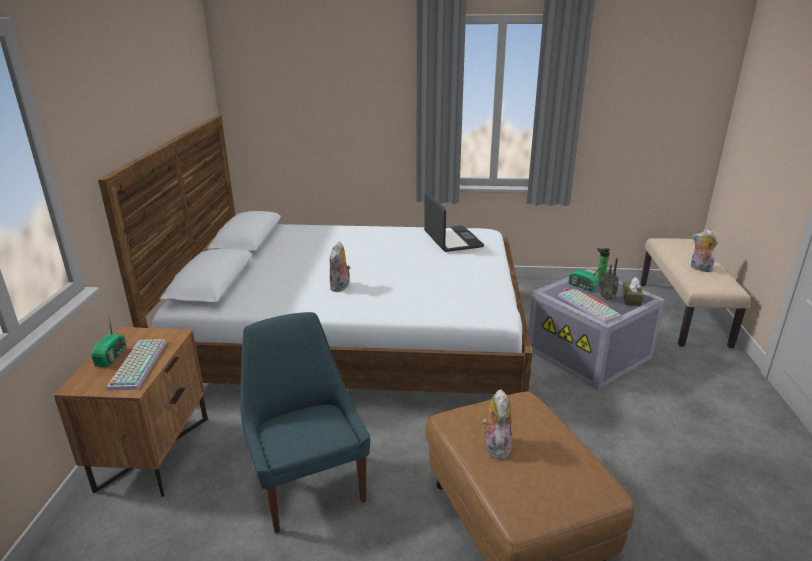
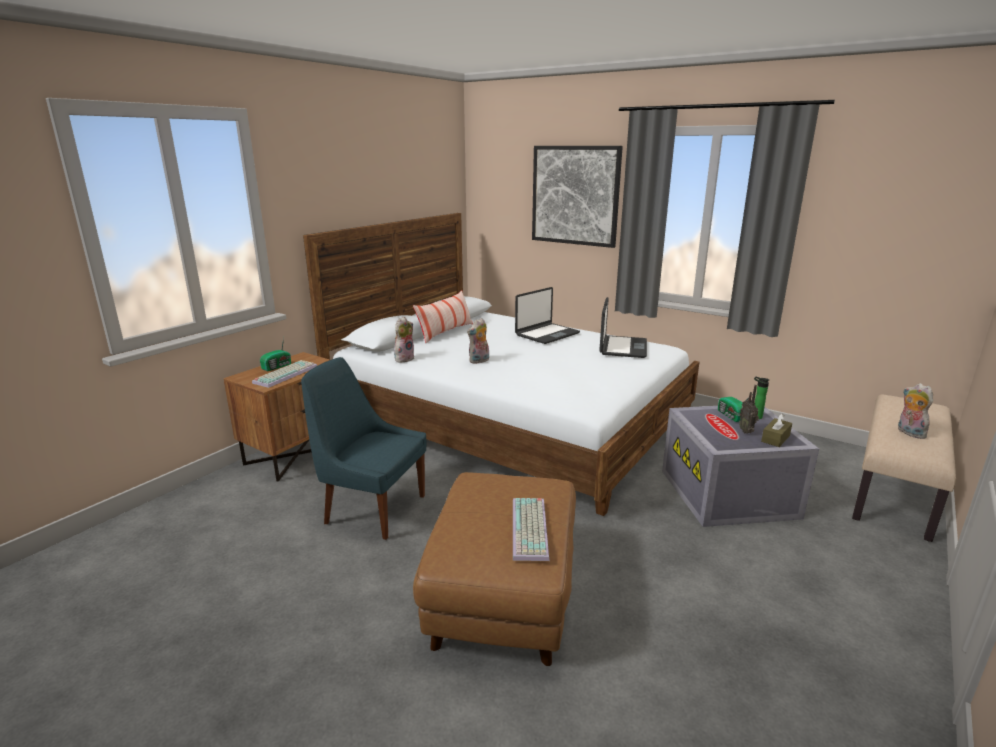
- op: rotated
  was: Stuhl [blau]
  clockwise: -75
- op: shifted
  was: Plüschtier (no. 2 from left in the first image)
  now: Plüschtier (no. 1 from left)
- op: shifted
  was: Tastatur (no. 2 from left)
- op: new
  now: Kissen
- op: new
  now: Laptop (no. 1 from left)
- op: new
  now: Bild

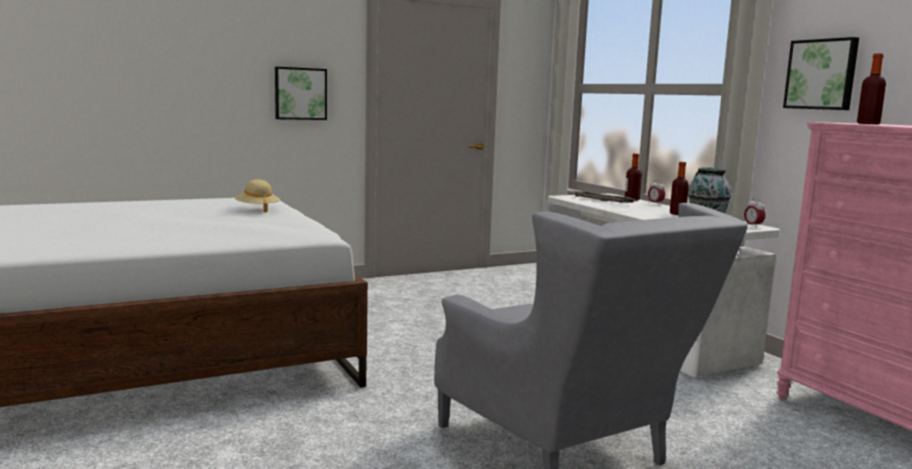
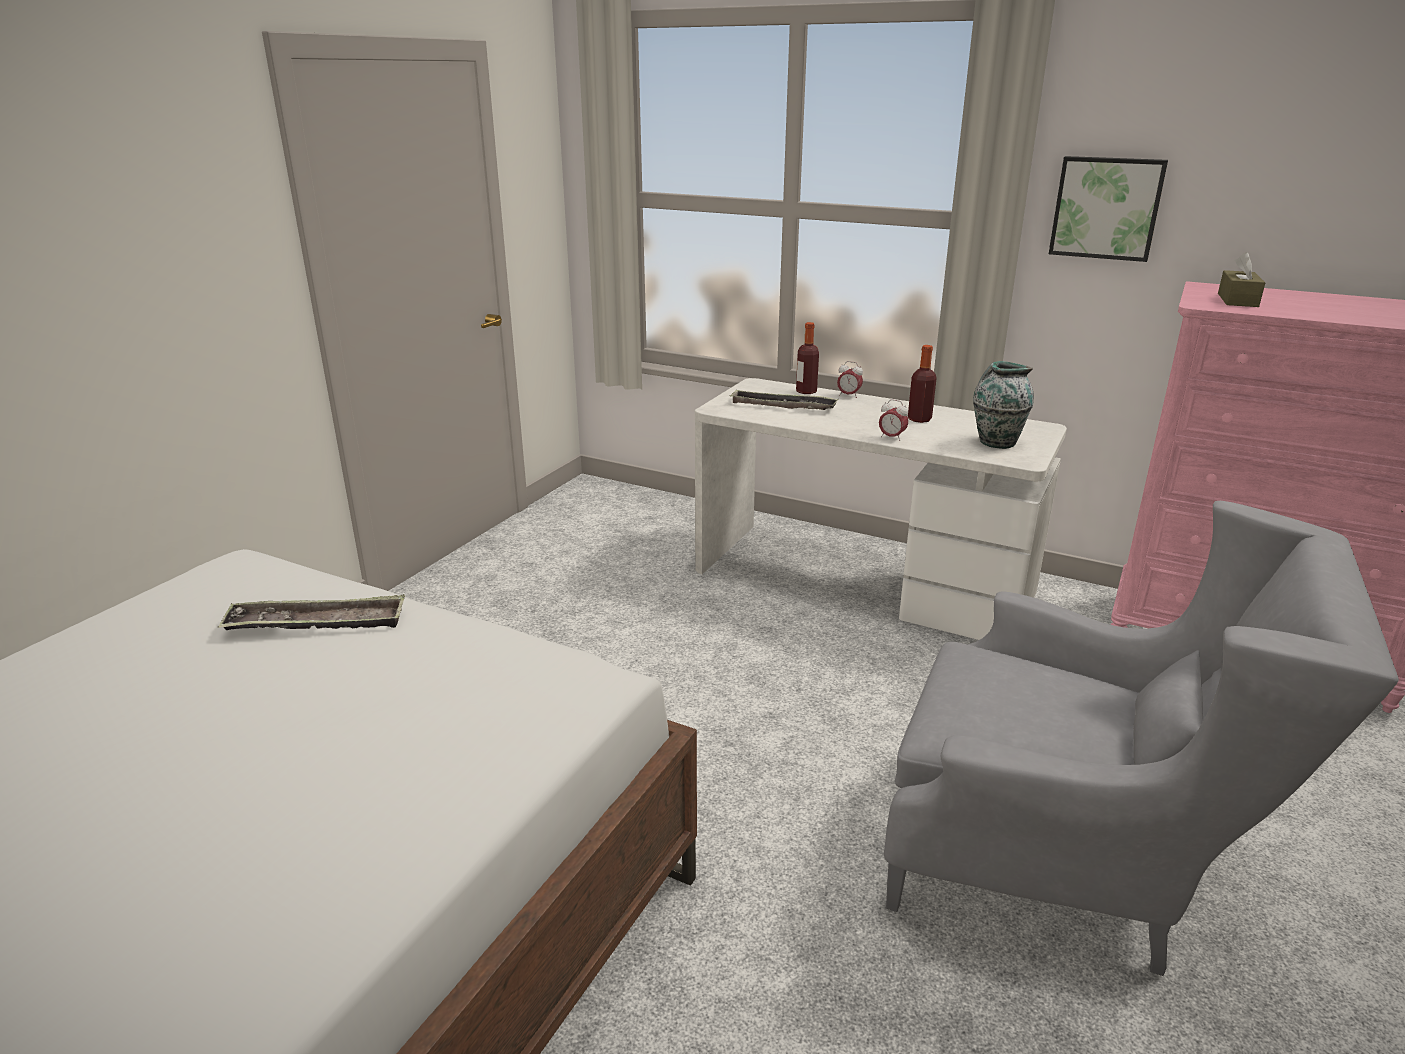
- op: swapped
  was: Hut [beige]
  now: Tablett (no. 1 from left)
- op: gone
  was: Bild (no. 1 from left)
- op: shifted
  was: Wecker (no. 2 from left)
- op: swapped
  was: Flasche (no. 3 from left)
  now: Taschentuchbox [braun]

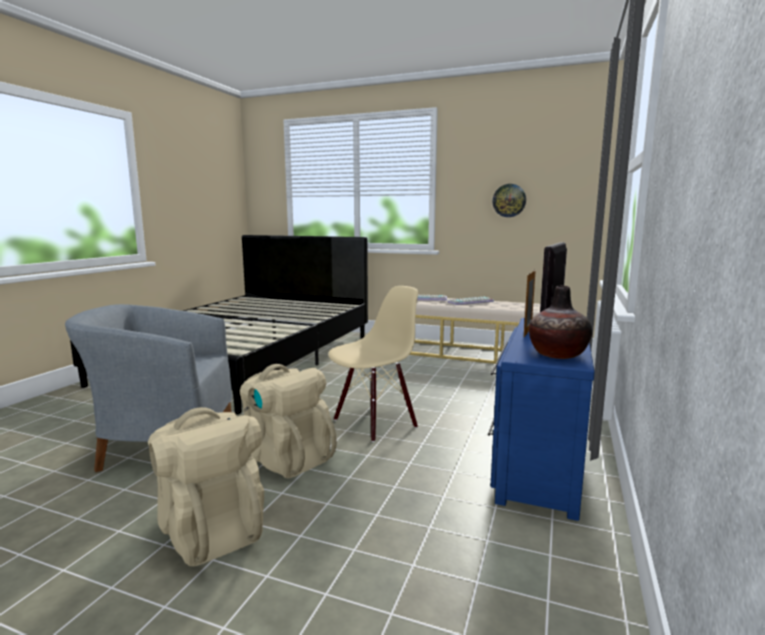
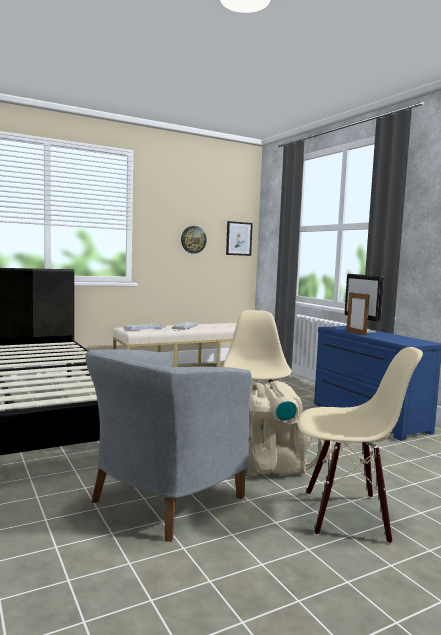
- op: swapped
  was: Rucksack [beige] (no. 1 from left)
  now: Stuhl [beige] (no. 2 from left)
- op: gone
  was: Vase
- op: new
  now: Bild

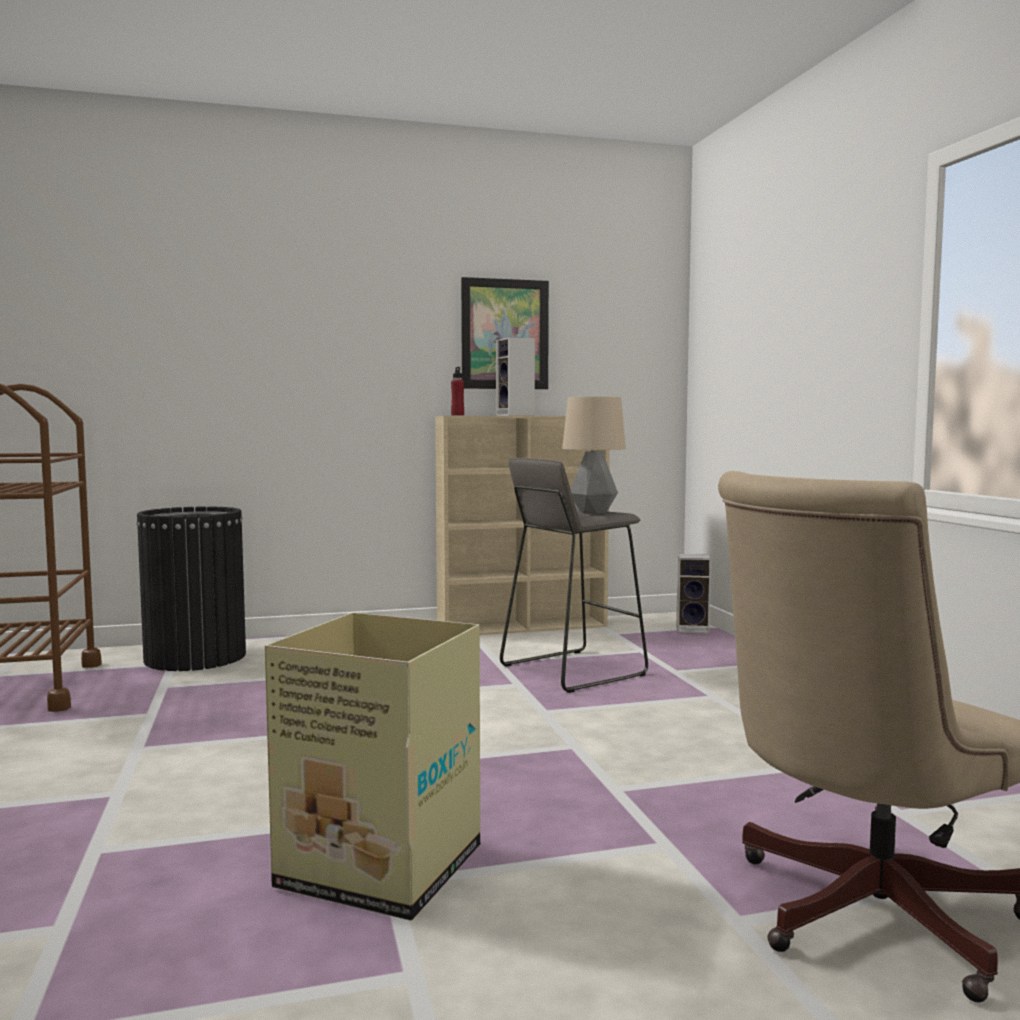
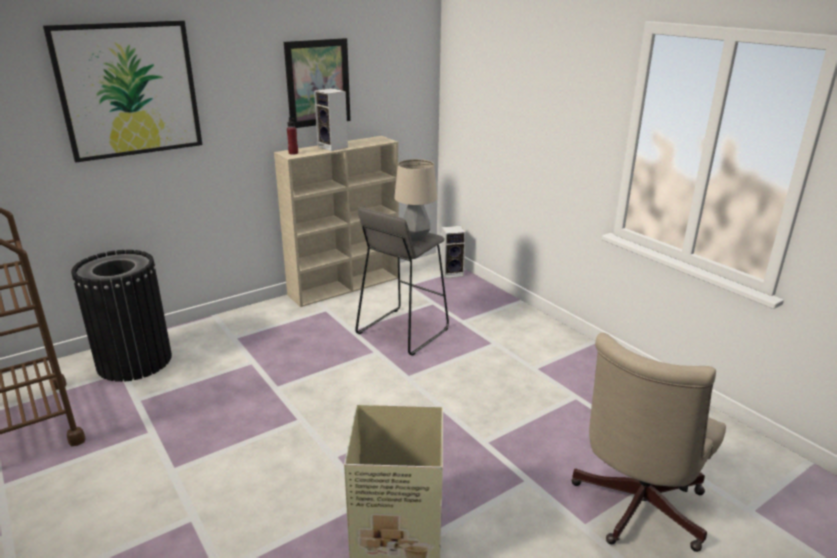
- op: new
  now: Bild (no. 1 from left)

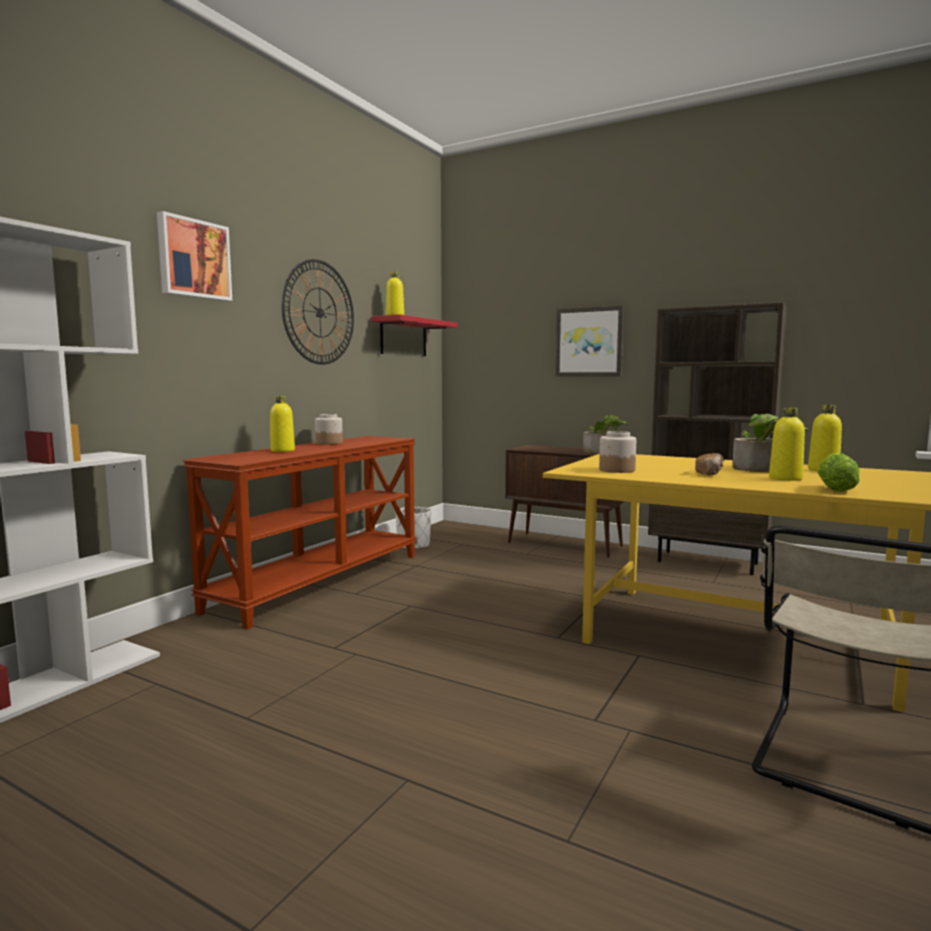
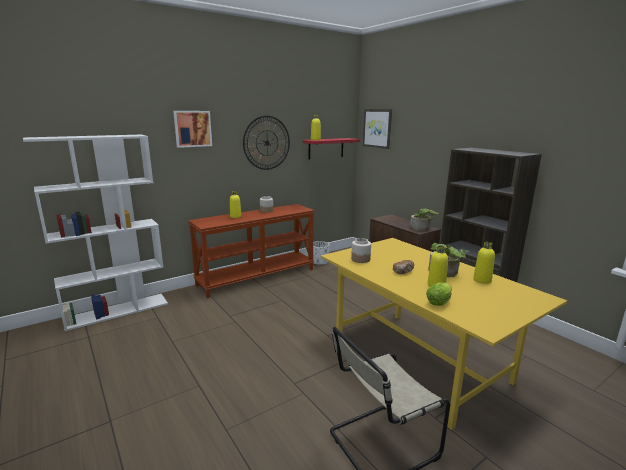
- op: shifted
  was: Bild (no. 2 from left)

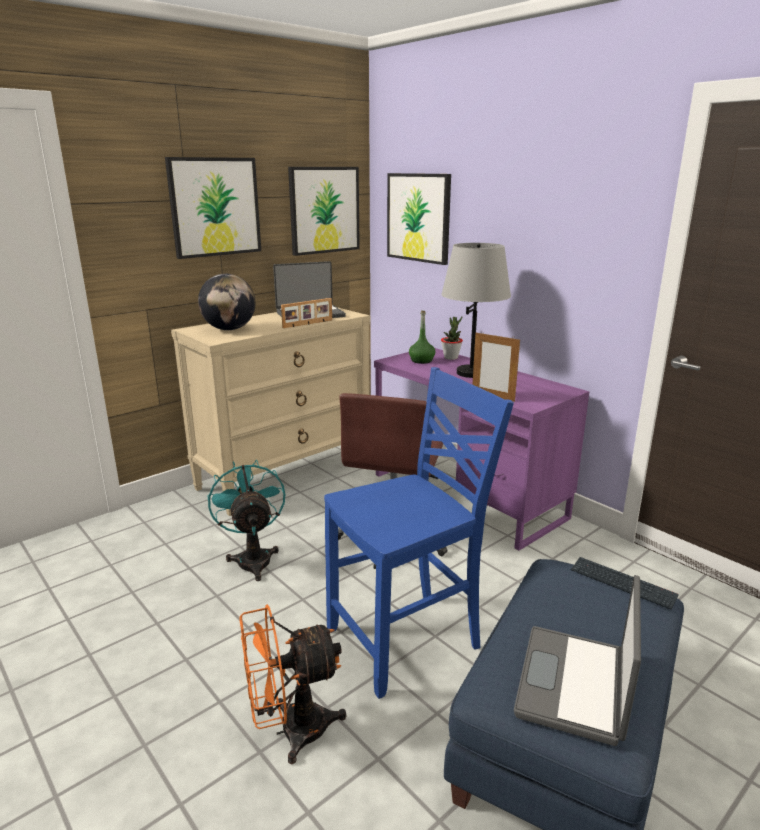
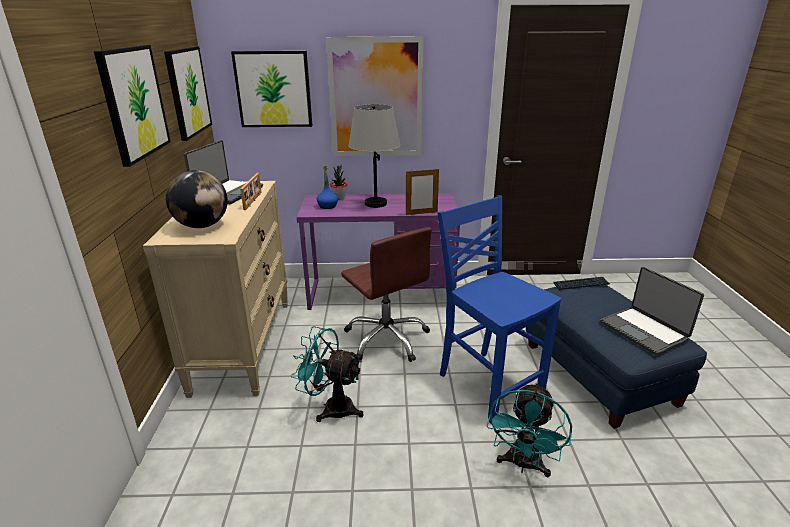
- op: repainted
  was: Ventilator [orange]
  now: Ventilator [türkis] (no. 2 from left)
- op: rotated
  was: Stuhl [blau]
  clockwise: -45
- op: repainted
  was: Flasche [grün]
  now: Flasche [blau]
- op: new
  now: Bild (no. 4 from left)

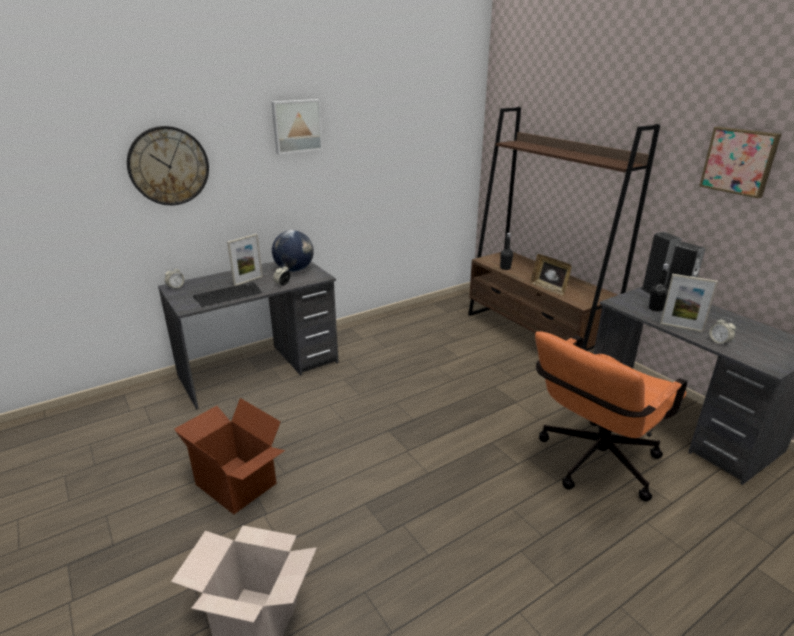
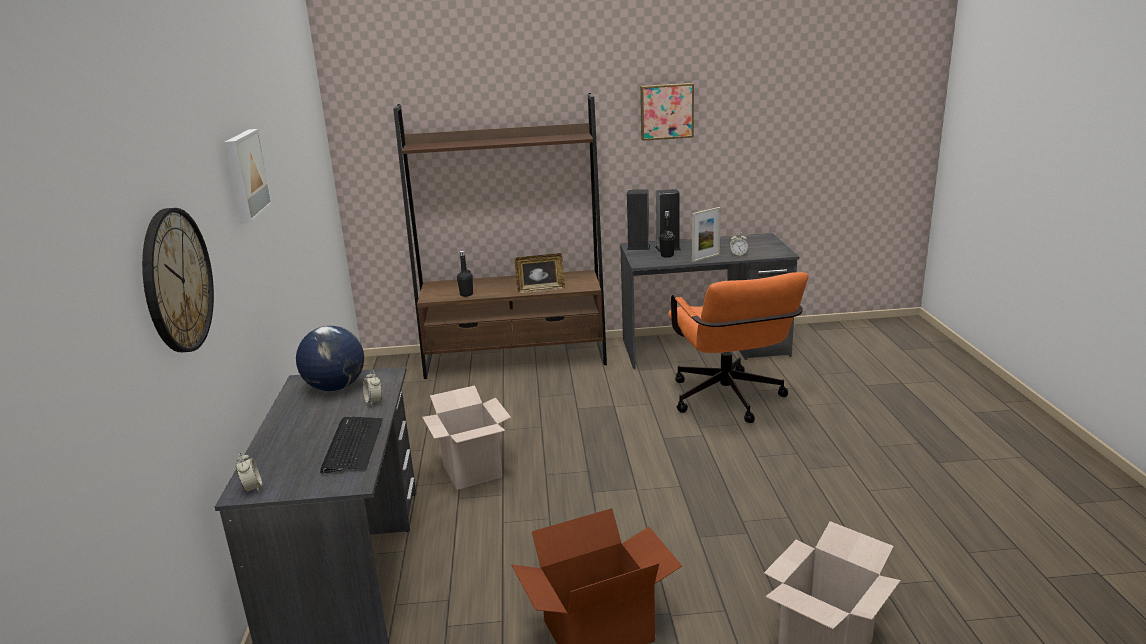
- op: gone
  was: Bilderrahmen (no. 1 from left)
- op: new
  now: Karton (no. 1 from left)

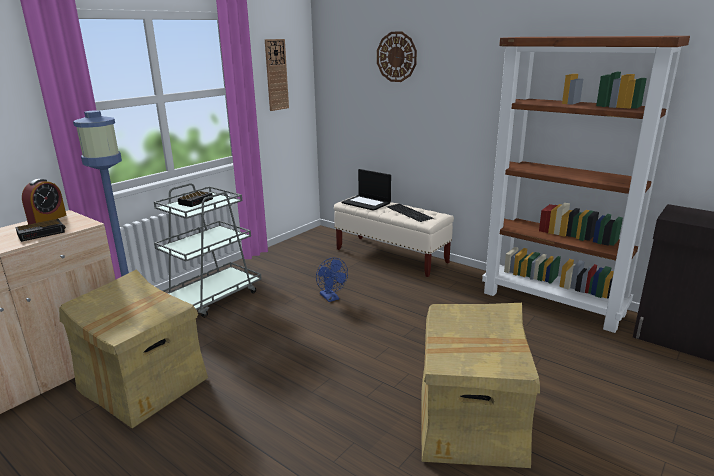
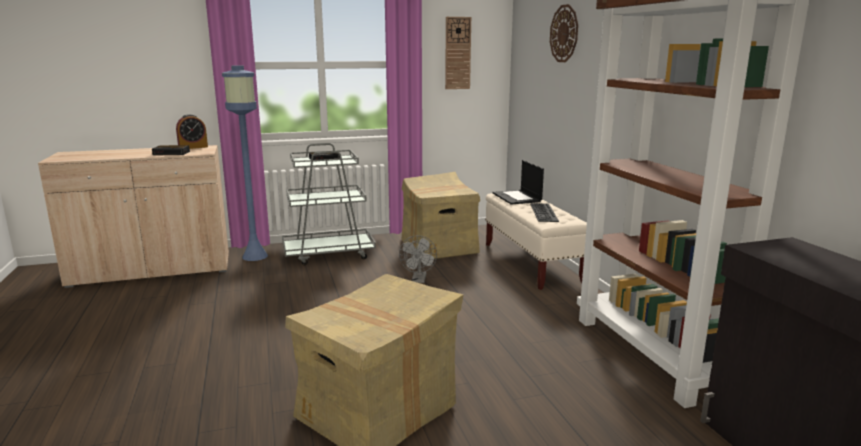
- op: shifted
  was: Karton (no. 1 from left in the first image)
  now: Karton (no. 2 from left)
- op: repainted
  was: Ventilator [blau]
  now: Ventilator [grau]

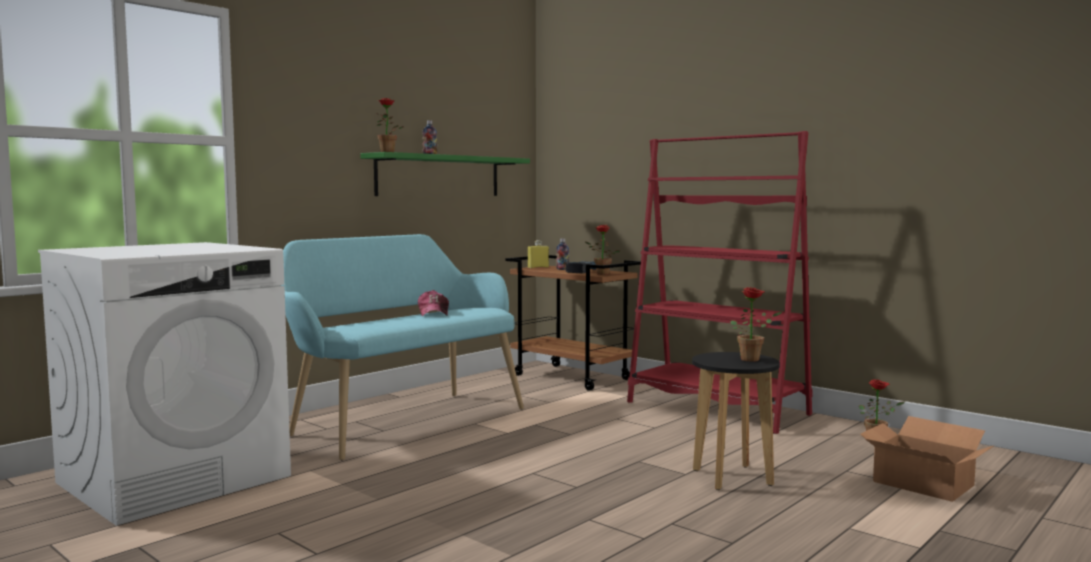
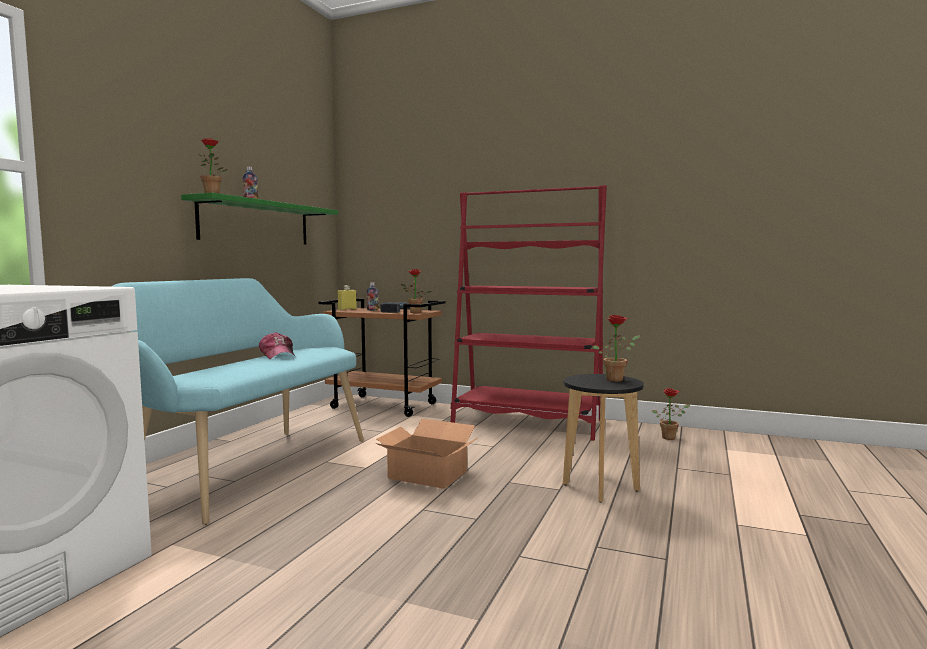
- op: shifted
  was: Karton

